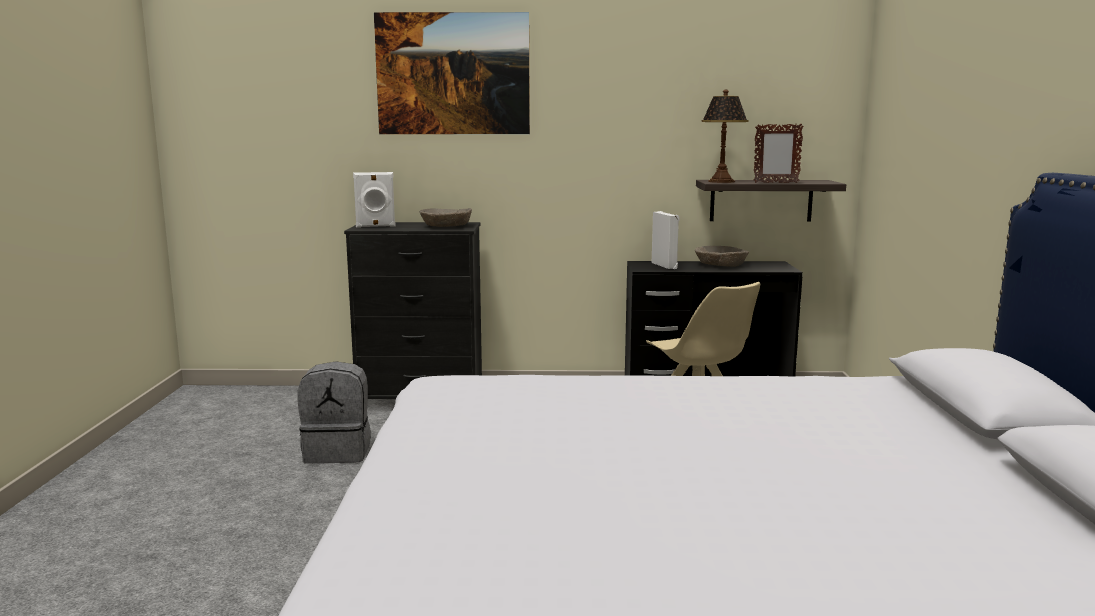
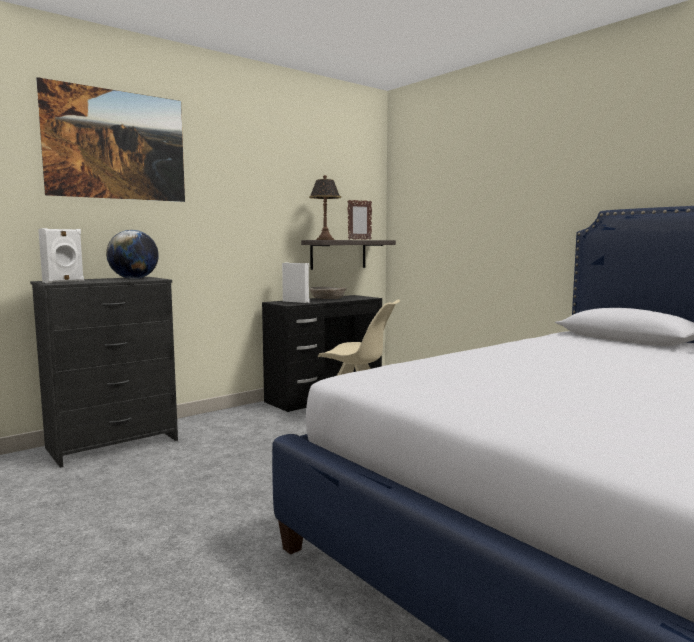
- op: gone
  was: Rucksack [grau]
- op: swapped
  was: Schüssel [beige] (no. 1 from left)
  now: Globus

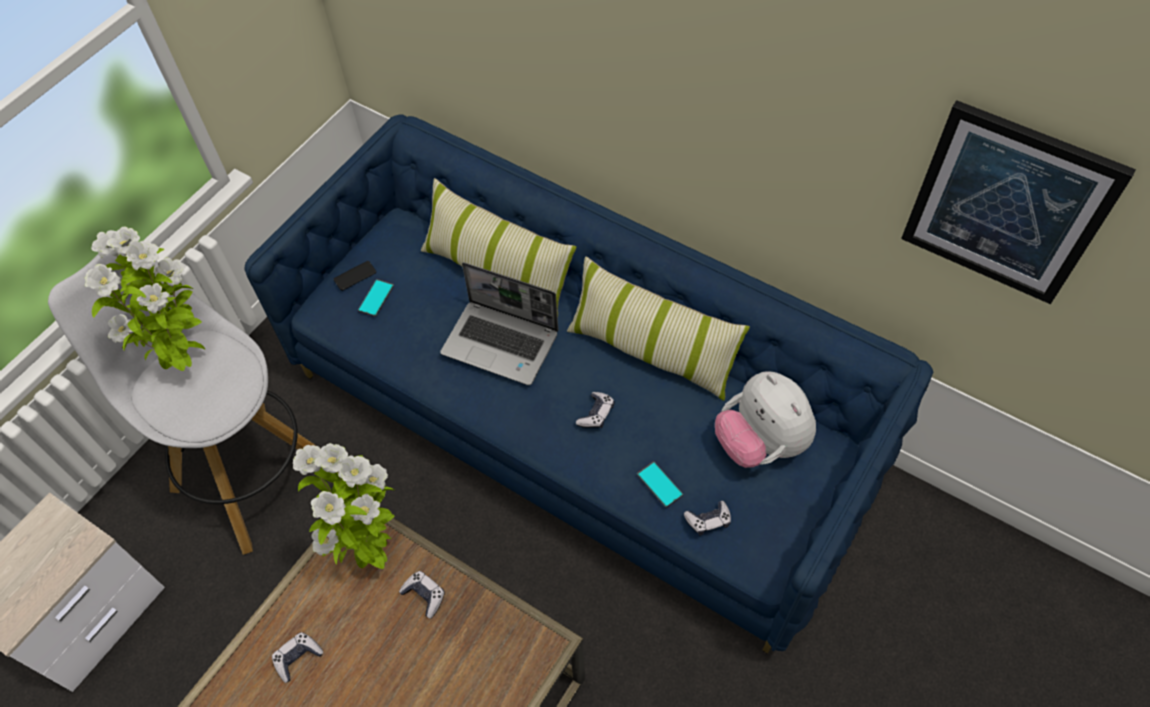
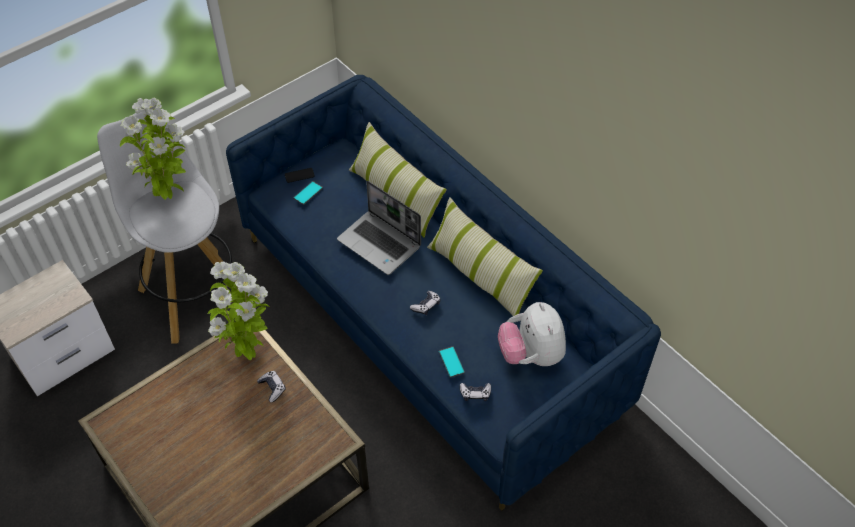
- op: gone
  was: Gamepad (no. 1 from left)
- op: gone
  was: Bild

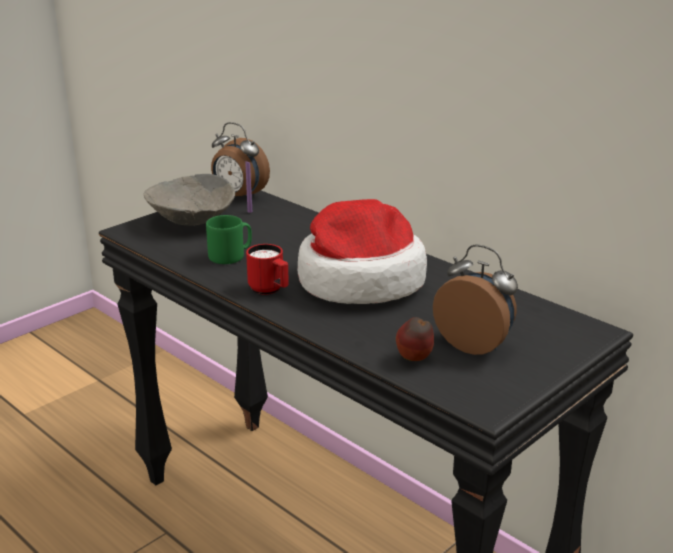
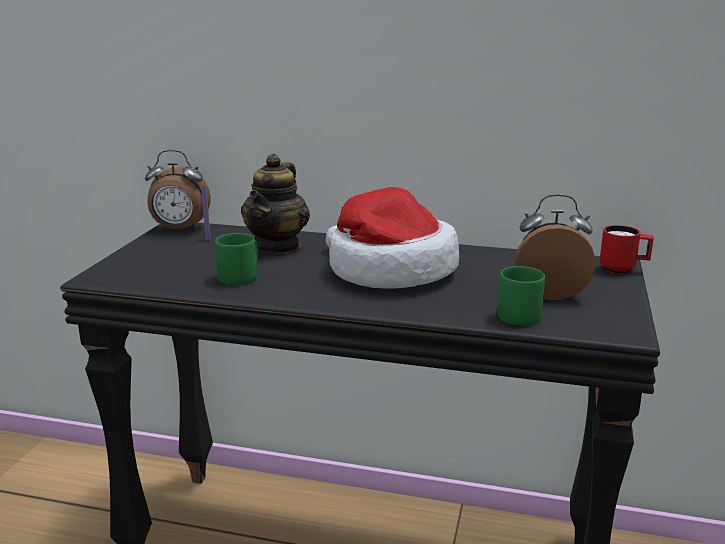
- op: gone
  was: Schüssel [grau]
- op: shifted
  was: Henkelbecher [rot]
- op: swapped
  was: Apfel
  now: Henkelbecher [grün] (no. 2 from left)
- op: new
  now: Teekanne

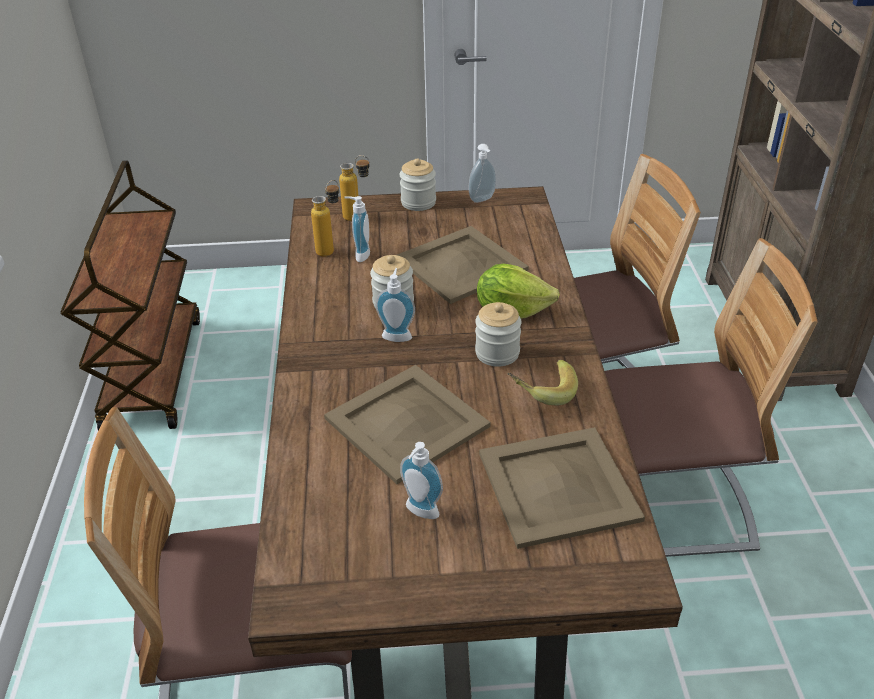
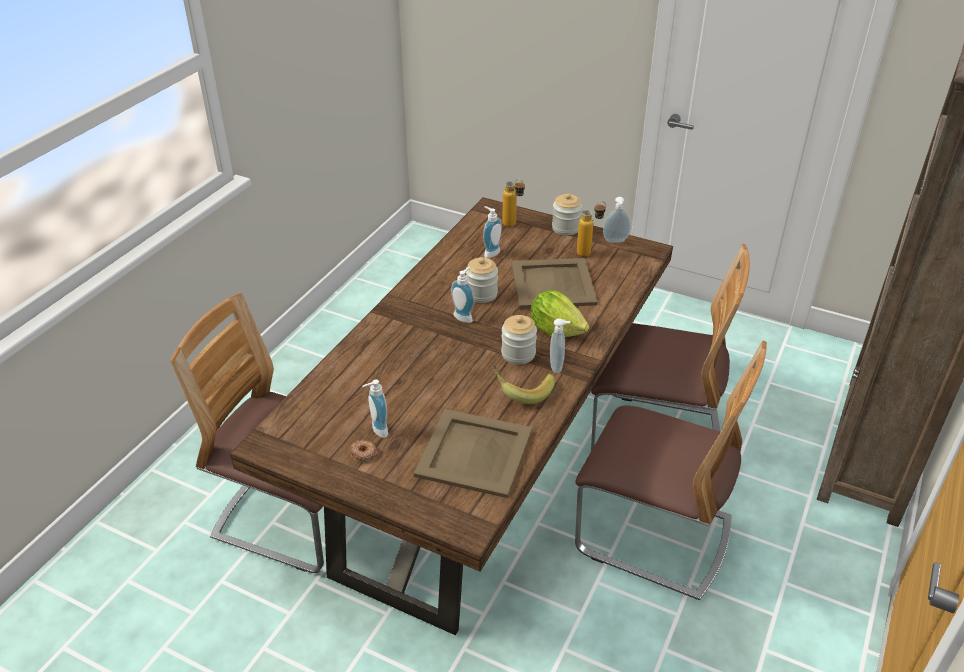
- op: gone
  was: Rollwagen [braun]
- op: shifted
  was: Flasche (no. 1 from left in the first image)
  now: Flasche (no. 2 from left)
- op: gone
  was: Tablett [beige] (no. 1 from left)
- op: new
  now: Donut
- op: new
  now: Seifenspender (no. 4 from left)

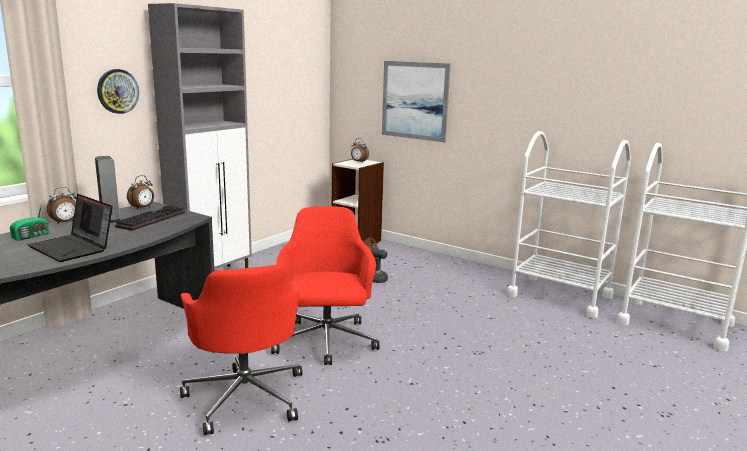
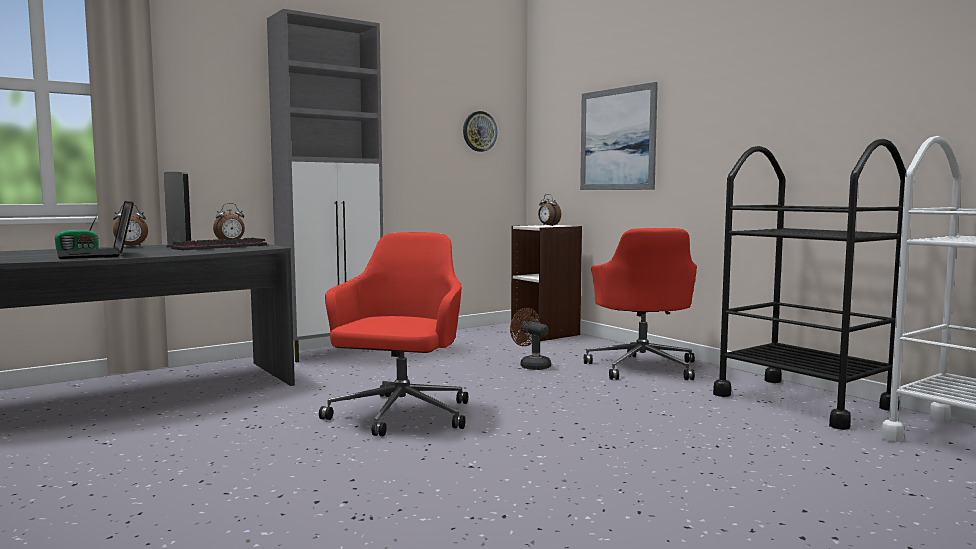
- op: shifted
  was: Wanduhr
- op: shifted
  was: Bürostuhl [rot] (no. 1 from left in the first image)
  now: Bürostuhl [rot] (no. 2 from left)
- op: repainted
  was: Rollwagen [weiß] (no. 1 from left)
  now: Rollwagen [schwarz]

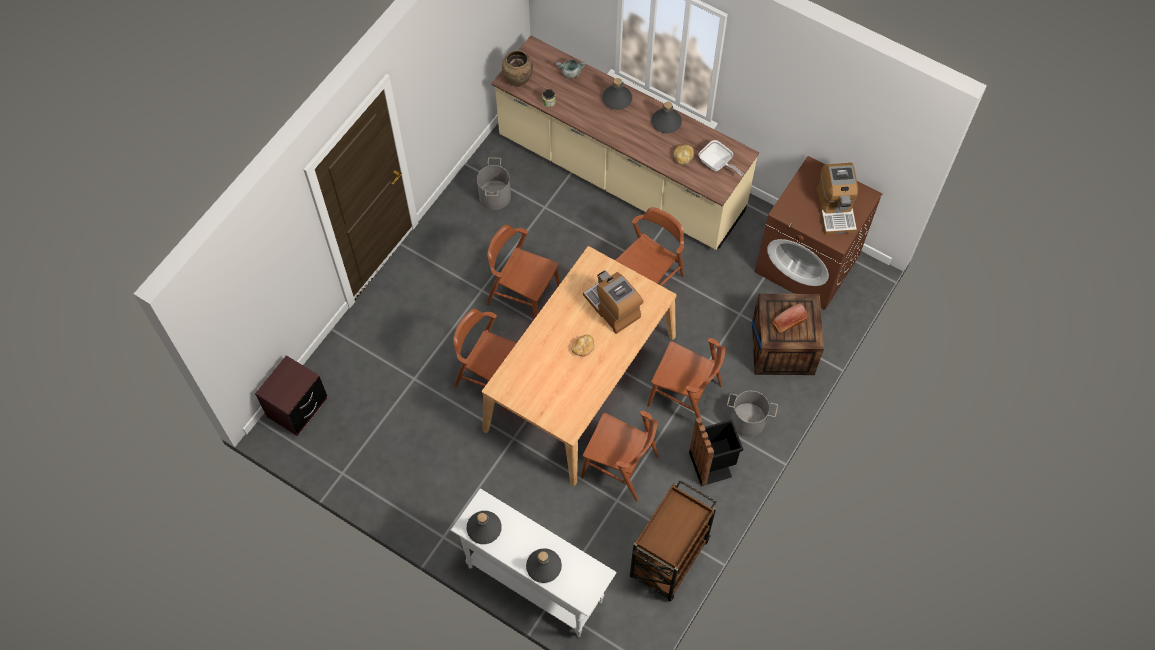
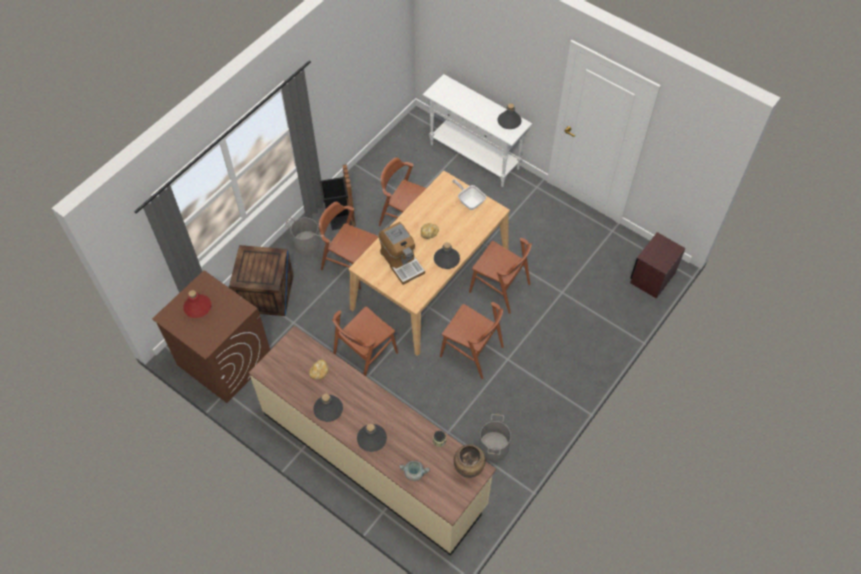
- op: shifted
  was: Flasche [grau] (no. 2 from left in the first image)
  now: Flasche [grau] (no. 3 from left)
- op: gone
  was: Rollwagen [braun]
- op: shifted
  was: Pfanne
- op: gone
  was: Brot (no. 3 from left)
- op: swapped
  was: Kaffeemaschine (no. 2 from left)
  now: Flasche [rot]

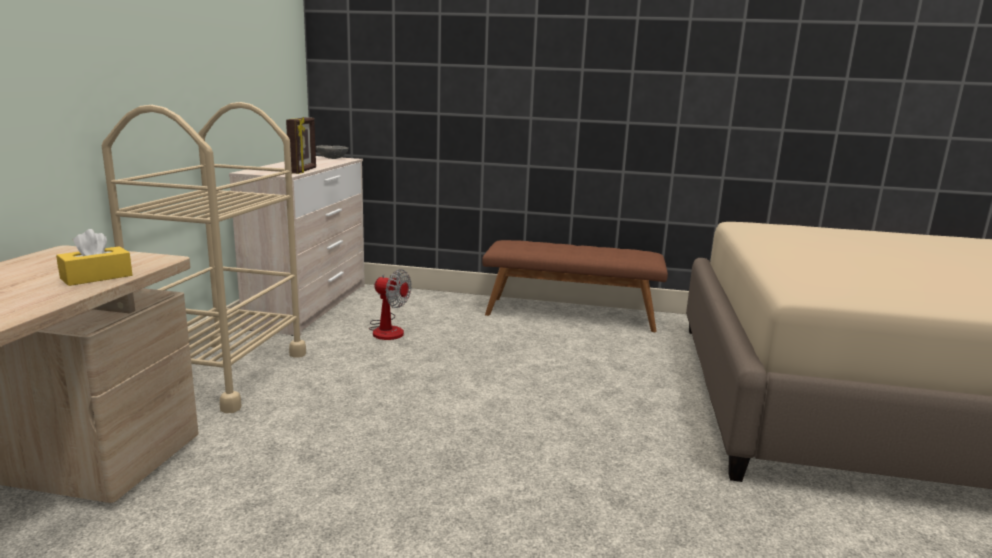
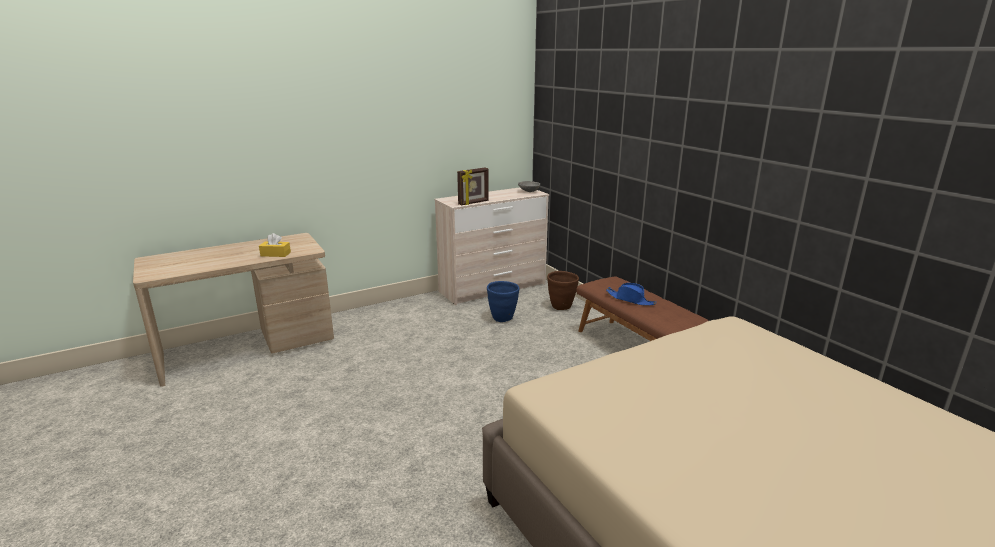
- op: gone
  was: Rollwagen [beige]
- op: swapped
  was: Ventilator
  now: Pflanzkübel [blau]
- op: new
  now: Pflanzkübel [braun]
- op: new
  now: Hut [blau]

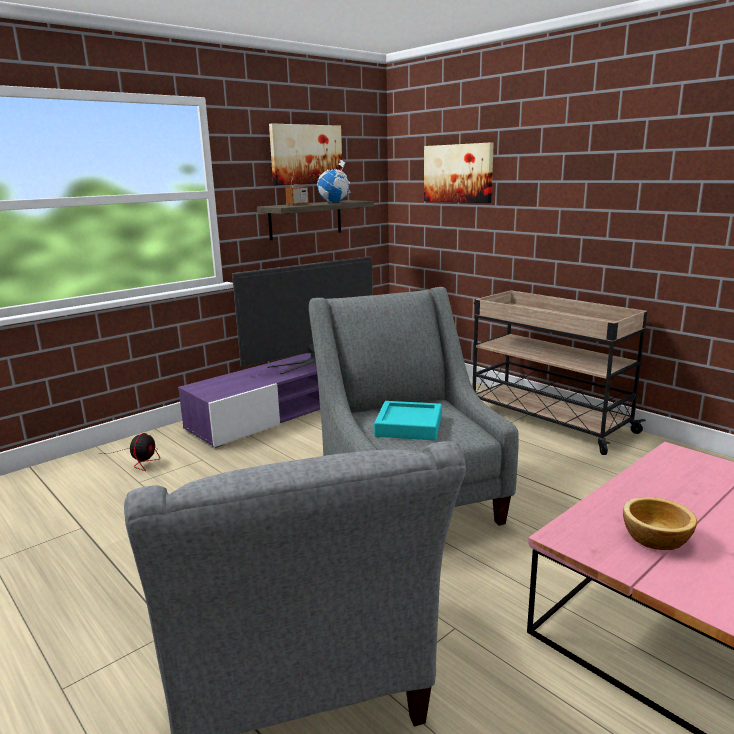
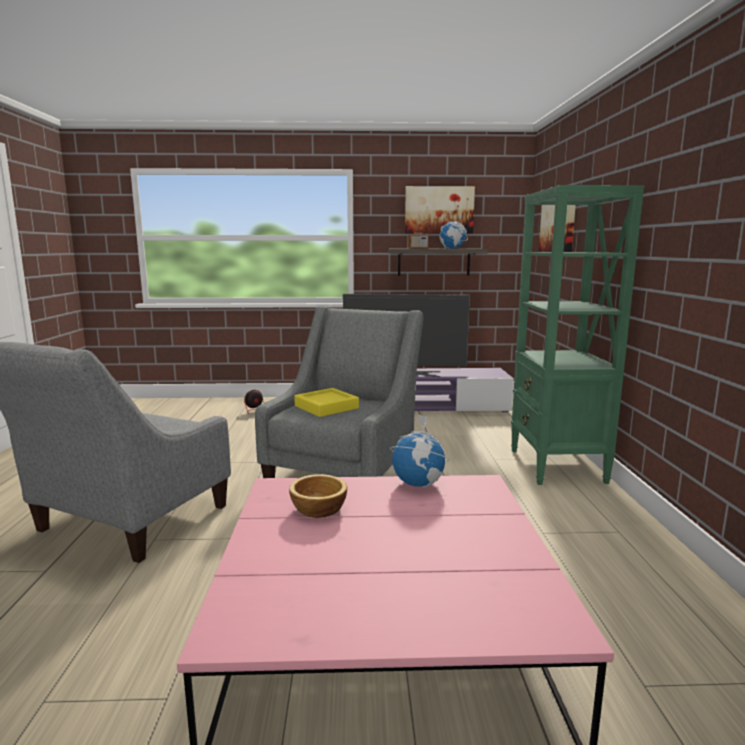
- op: repainted
  was: Tablett [türkis]
  now: Tablett [gelb]
- op: swapped
  was: Rollwagen [beige]
  now: Bücherregal [grün]
- op: new
  now: Globus (no. 1 from left)

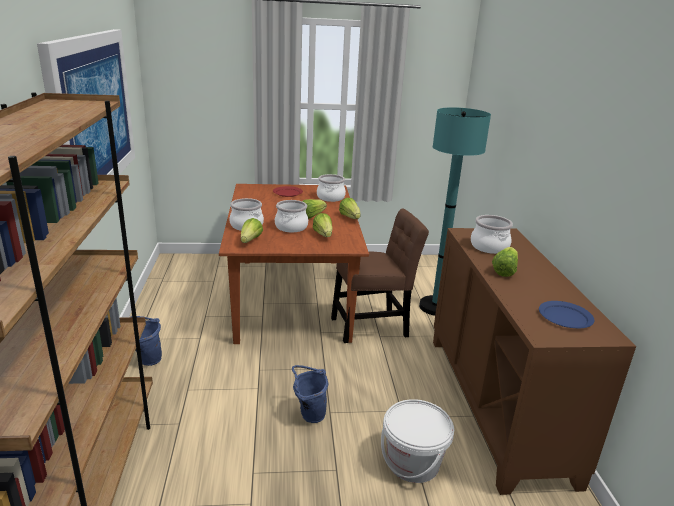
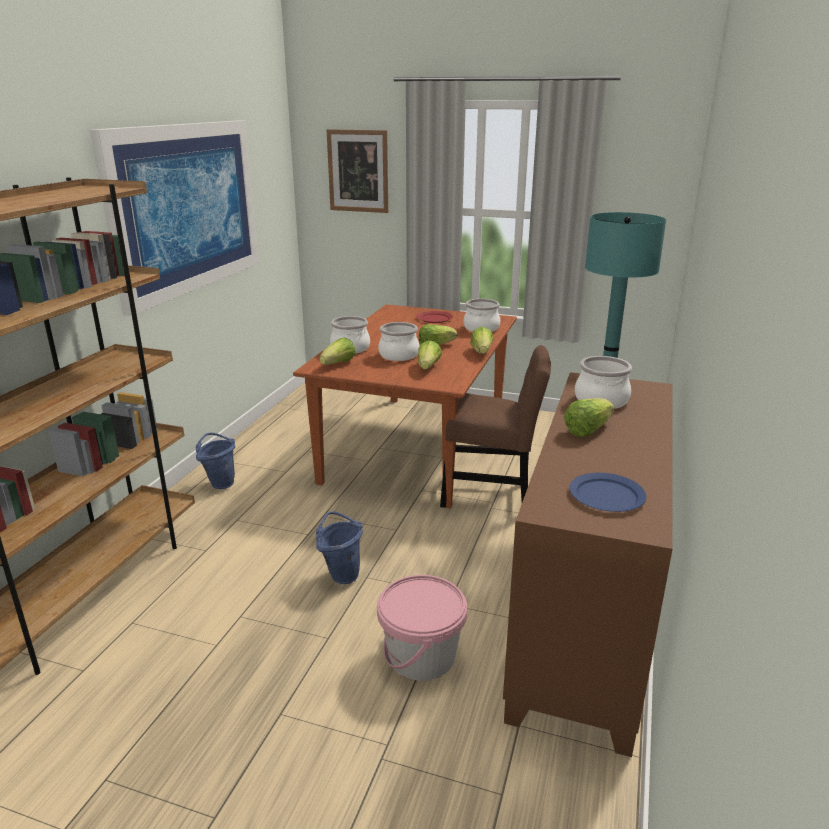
- op: repainted
  was: Eimer [weiß]
  now: Eimer [rosa]
- op: new
  now: Bild (no. 2 from left)

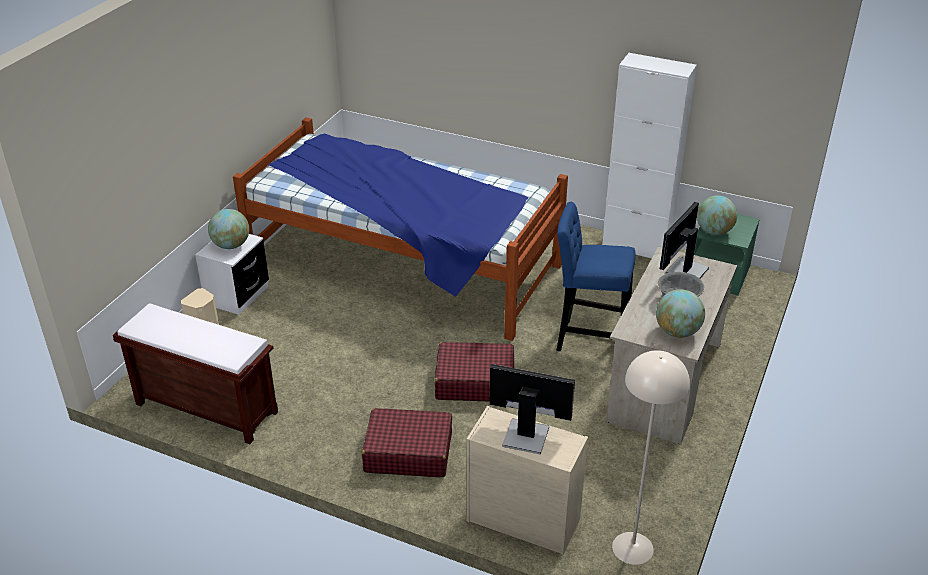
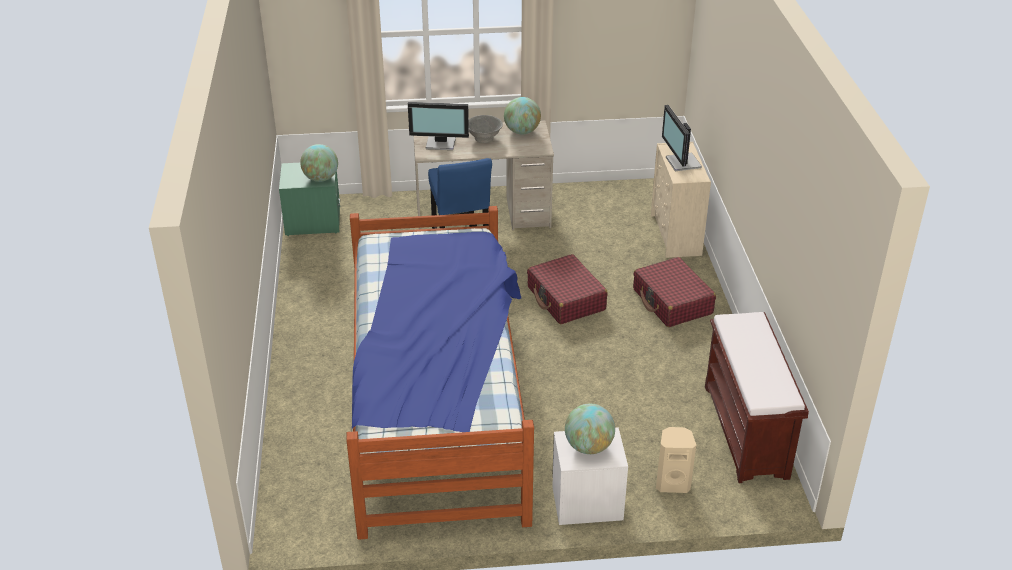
- op: gone
  was: Schrank [weiß]
- op: gone
  was: Stehlampe [beige]

